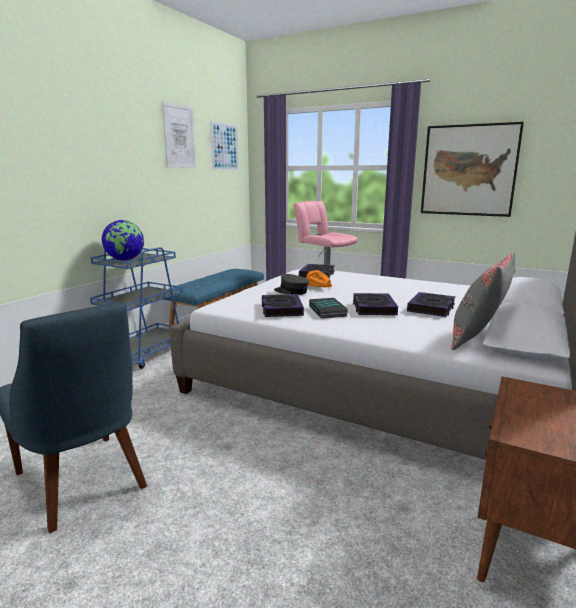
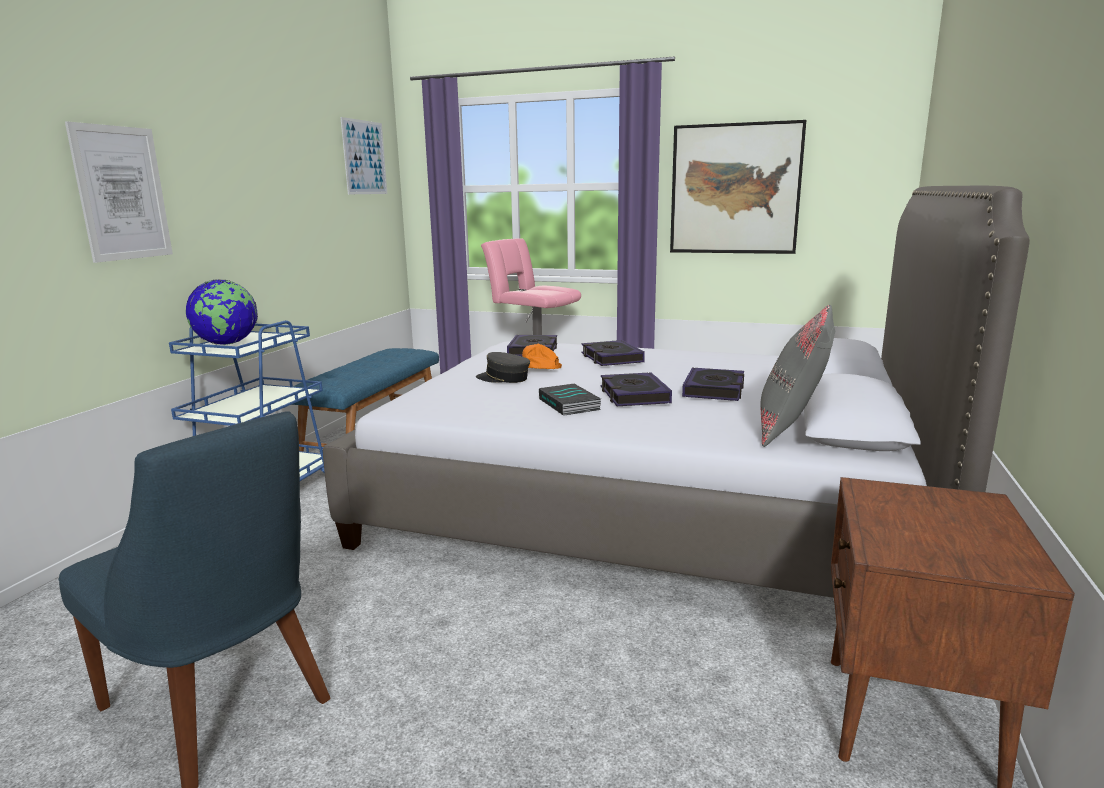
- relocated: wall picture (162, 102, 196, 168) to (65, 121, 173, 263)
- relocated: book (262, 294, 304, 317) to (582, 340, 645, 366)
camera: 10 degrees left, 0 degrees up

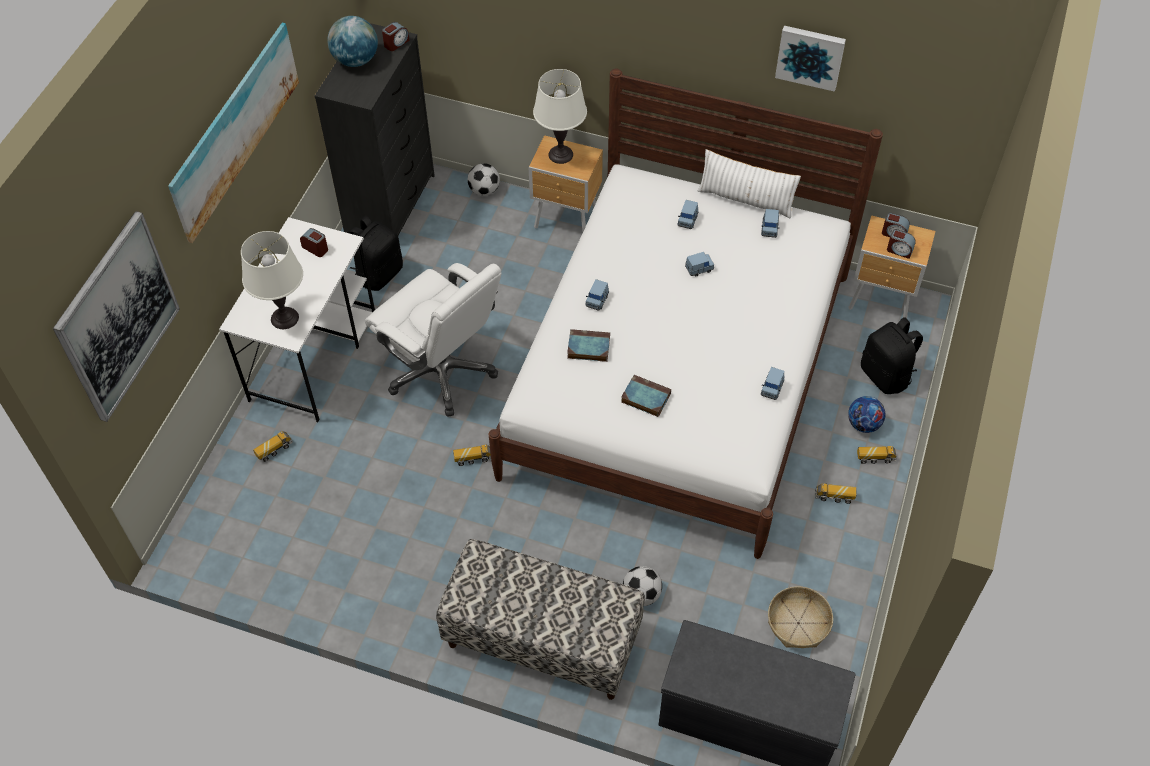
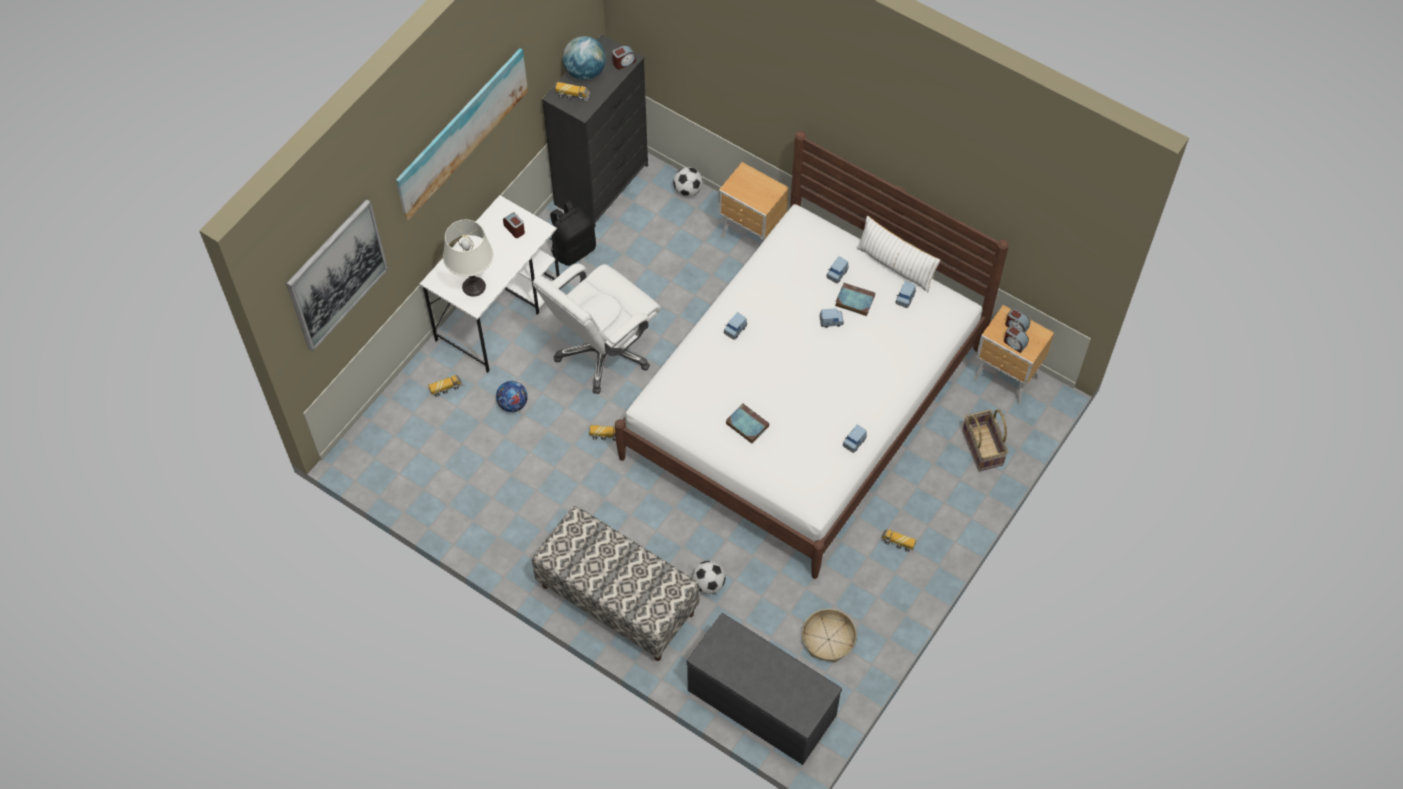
- relocated: ball for football (848, 396, 886, 433) to (496, 381, 528, 412)
- spun: office chair (whitish) (365, 263, 501, 417) = (533, 263, 661, 394) 75 degrees clockwise
- relocated: model truck (857, 446, 897, 464) to (555, 82, 590, 102)
- relocated: book (567, 329, 610, 362) to (835, 283, 875, 316)
- exchanged: knapsack (blackish) (861, 317, 923, 394) to household basket (962, 409, 1008, 472)
- missing: table lamp (whitish) (533, 69, 587, 164)
- missing: wall picture (775, 26, 846, 92)
camera: 15 degrees right, 5 degrees up

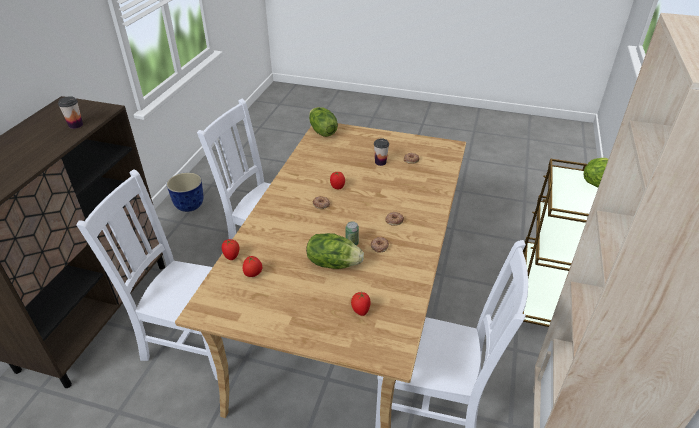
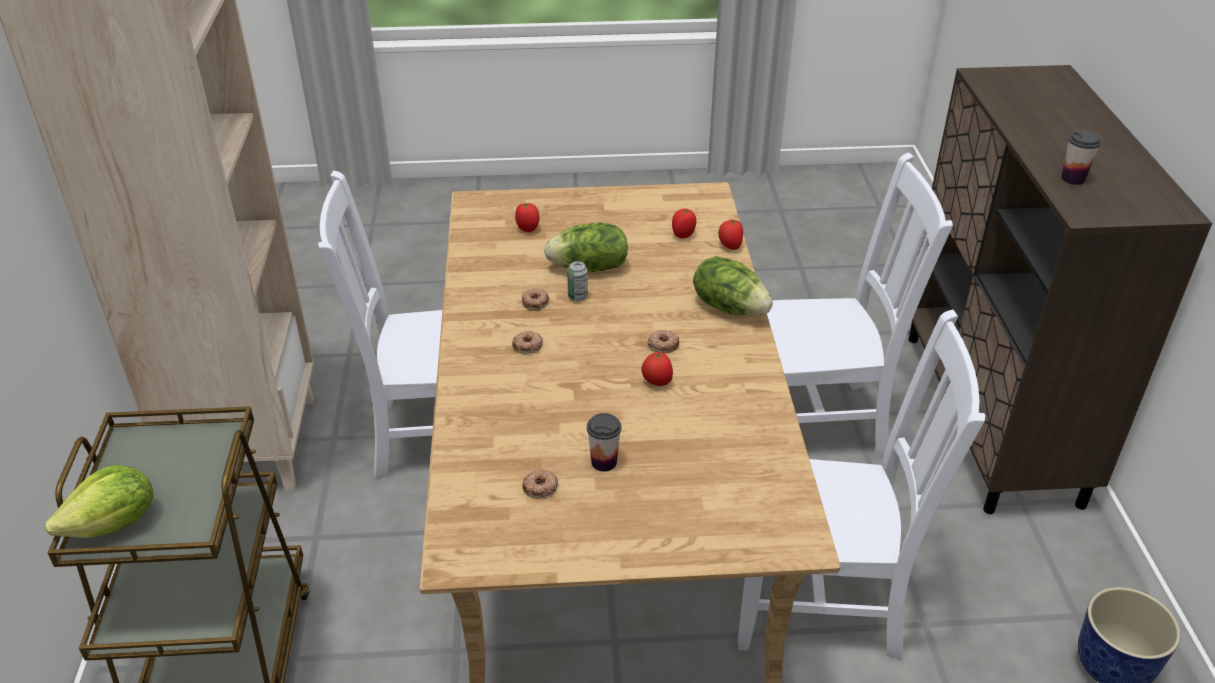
- relocated: lettuce (309, 107, 338, 137) to (693, 256, 773, 316)
camera: 160 degrees right, 0 degrees up

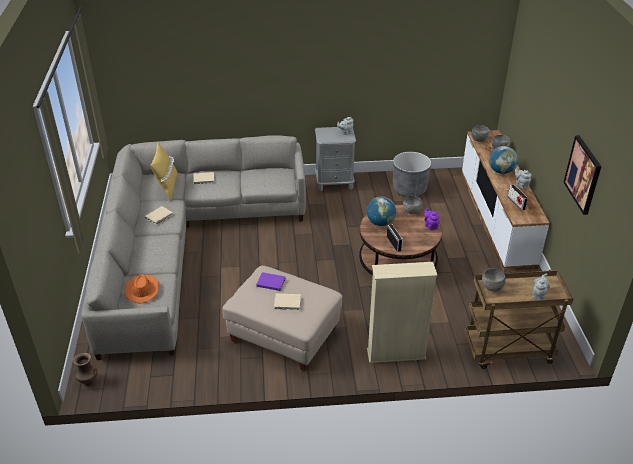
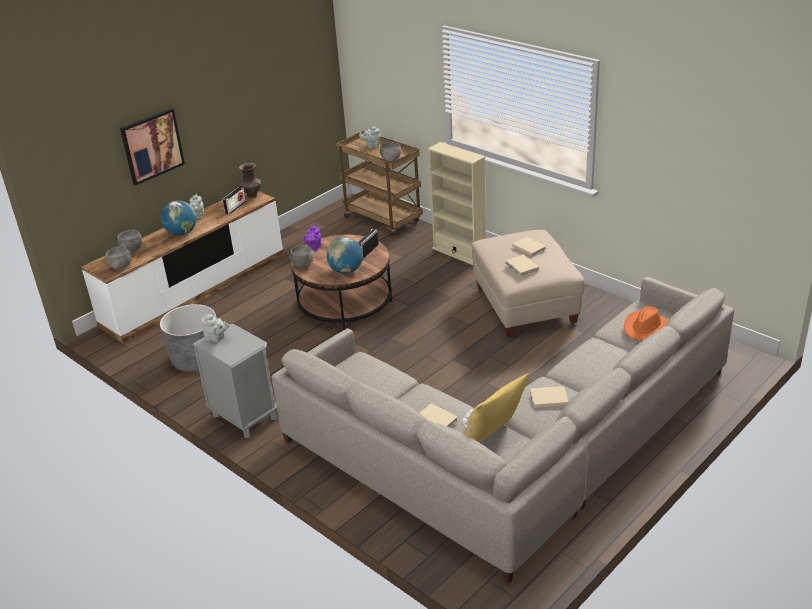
- relocated: wall picture (563, 135, 601, 215) to (120, 108, 185, 185)
- relocated: flower vase (brownish) (73, 353, 97, 386) to (239, 163, 261, 198)
- colour: book (purple-coloured) (256, 272, 286, 291) to book (beige) (506, 255, 539, 276)
camera: 130 degrees left, 5 degrees down

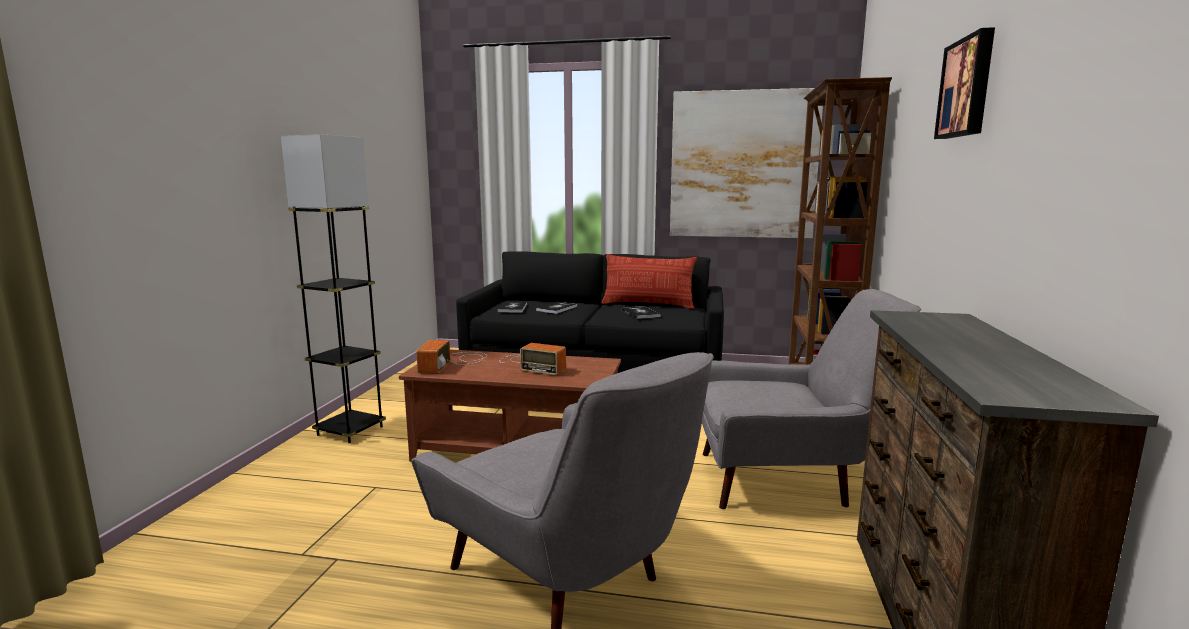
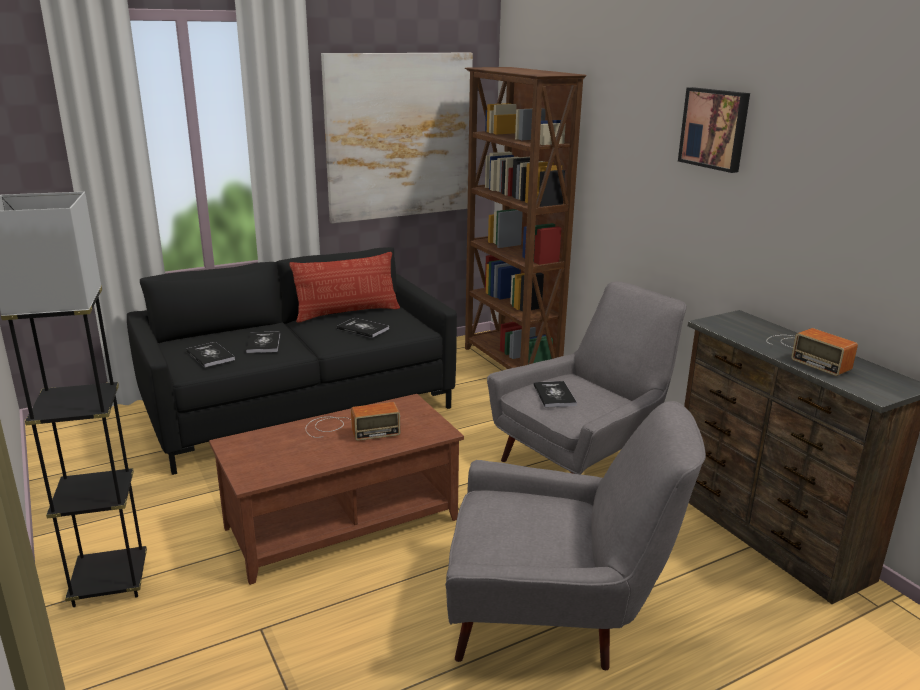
- appeared: book (533, 381, 577, 408)
- relocated: radio receiver (416, 340, 487, 374) to (766, 328, 858, 376)
camera: 40 degrees left, 10 degrees up

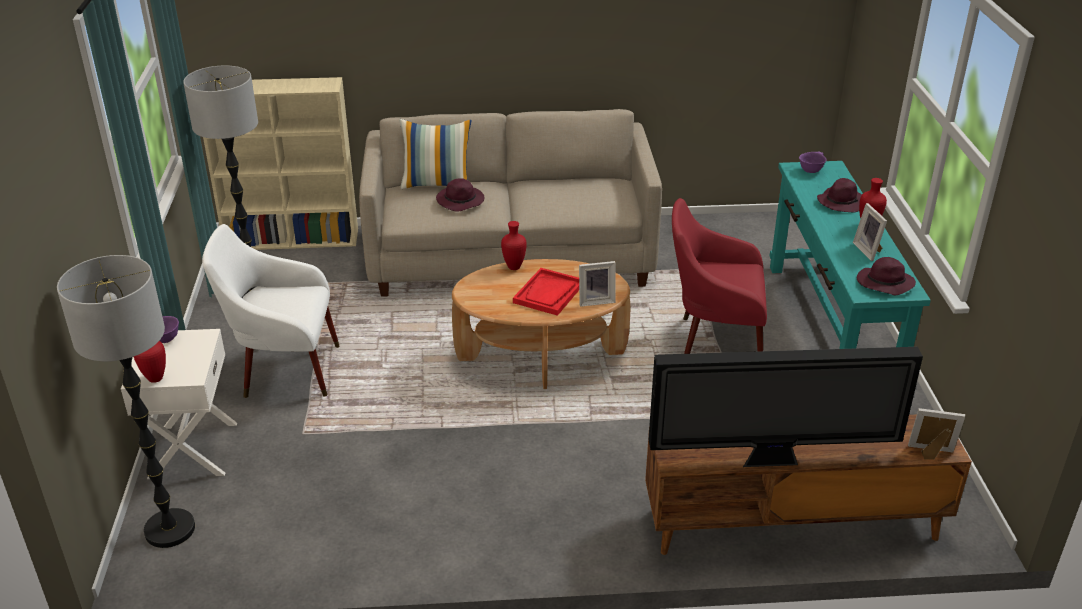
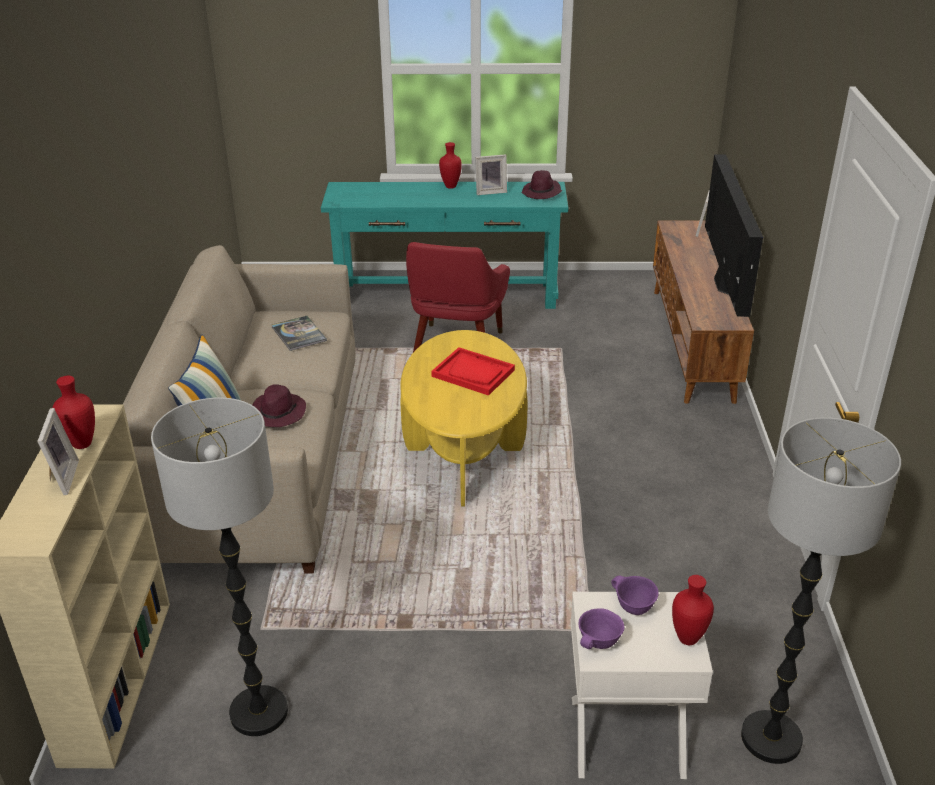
- relocated: picture frame (579, 261, 615, 307) to (37, 408, 79, 495)
- relocated: flower vase (red-coloured) (501, 221, 527, 270) to (53, 376, 95, 449)
- appeared: book (272, 316, 327, 351)
- colour: lounge table (brownish) (452, 259, 630, 389) to lounge table (yellow-coloured) (400, 330, 527, 506)
- relocated: serving bowl (purple-coloured) (799, 151, 826, 173) to (611, 575, 658, 615)
- missing: lounge chair (whitish) (202, 224, 340, 398)
- missing: clothing hat (purple-coloured) (817, 178, 862, 212)
camera: 85 degrees left, 0 degrees up

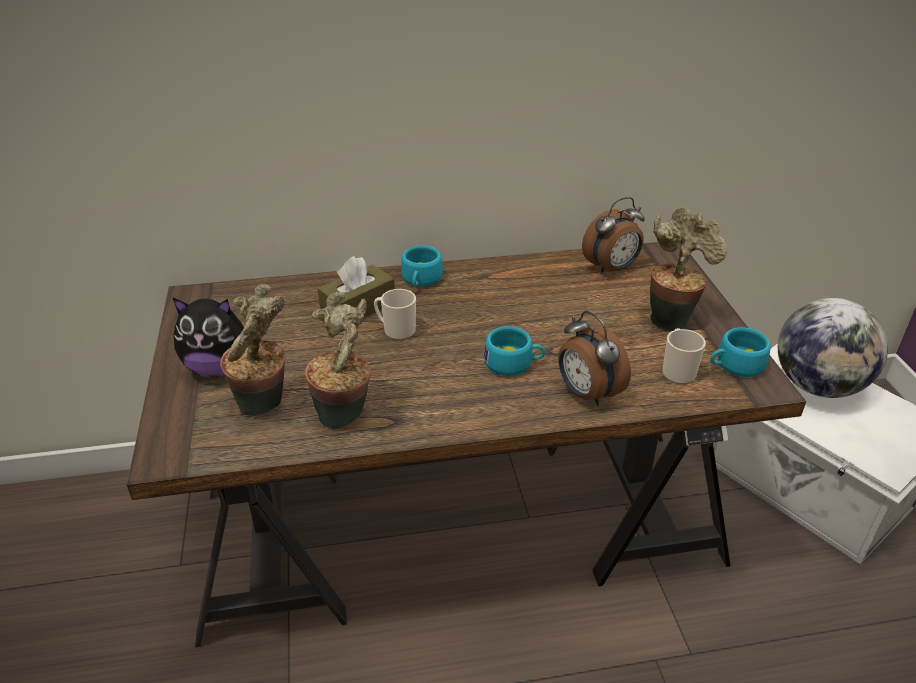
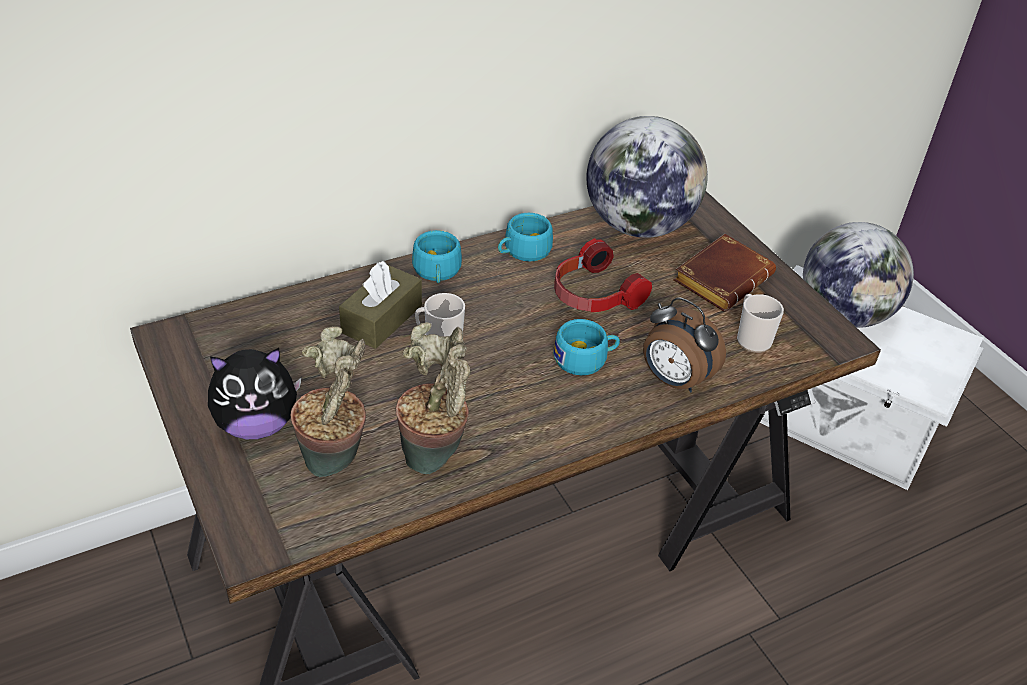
- relocated: cup (turquoise) (710, 327, 771, 377) to (498, 213, 553, 261)
- appeared: headphones (554, 238, 652, 312)
- exchanged: alarm clock (582, 197, 645, 274) to world globe (586, 116, 708, 238)
- exchanged: potted plant (650, 207, 727, 332) to book (brownish) (673, 234, 776, 312)
camera: 20 degrees left, 5 degrees up

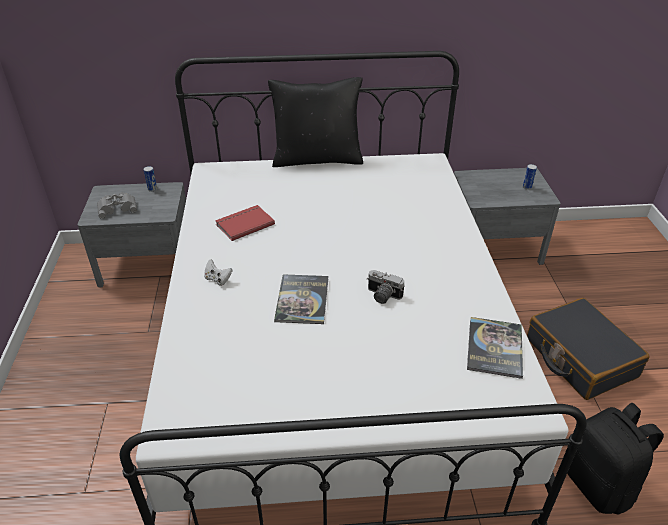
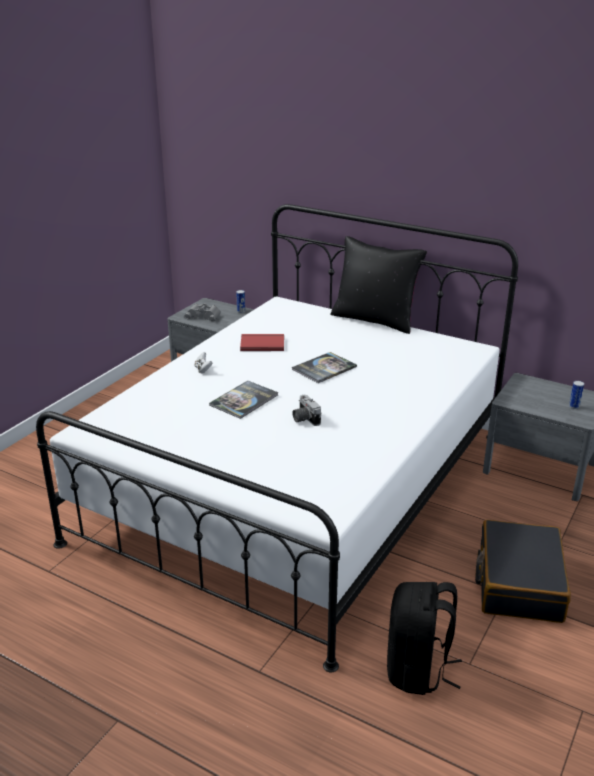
- relocated: book (467, 317, 523, 379) to (292, 352, 357, 383)
camera: 35 degrees right, 10 degrees down

